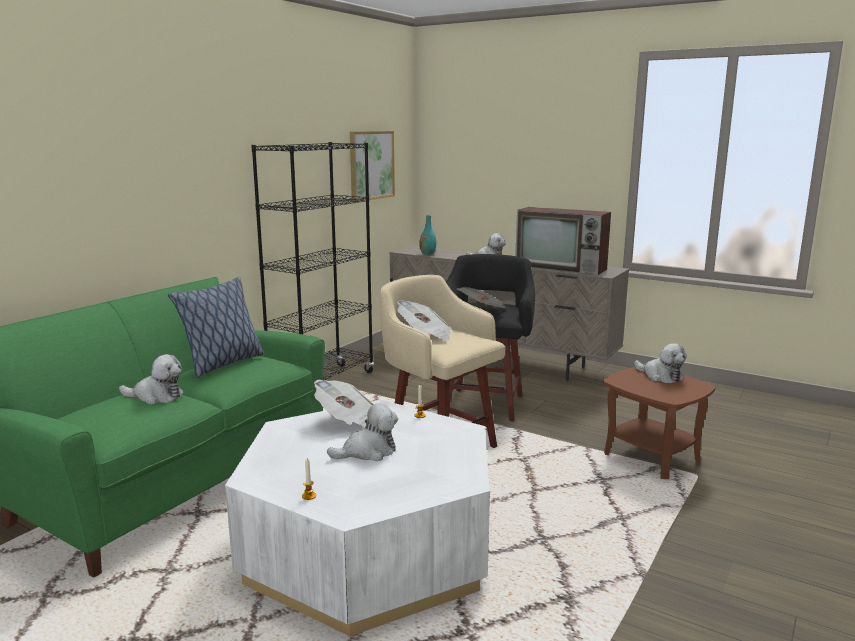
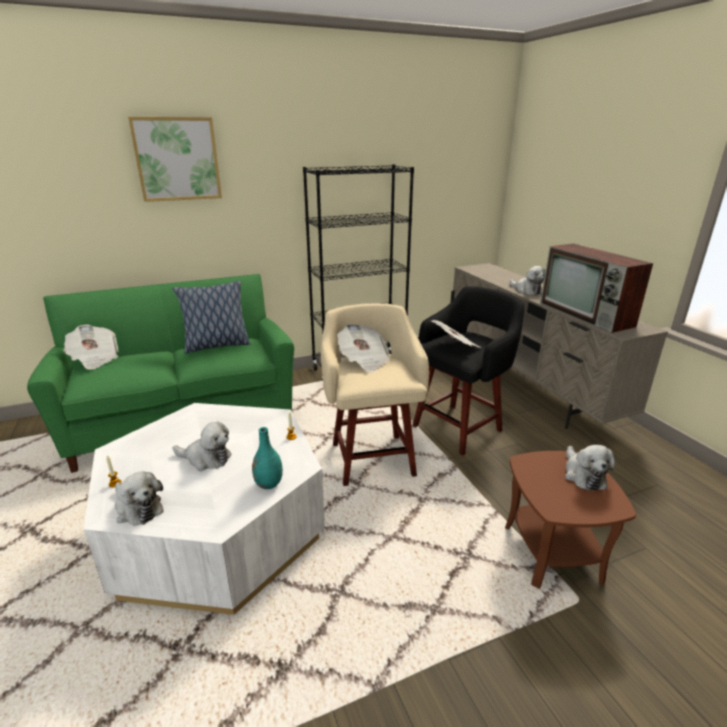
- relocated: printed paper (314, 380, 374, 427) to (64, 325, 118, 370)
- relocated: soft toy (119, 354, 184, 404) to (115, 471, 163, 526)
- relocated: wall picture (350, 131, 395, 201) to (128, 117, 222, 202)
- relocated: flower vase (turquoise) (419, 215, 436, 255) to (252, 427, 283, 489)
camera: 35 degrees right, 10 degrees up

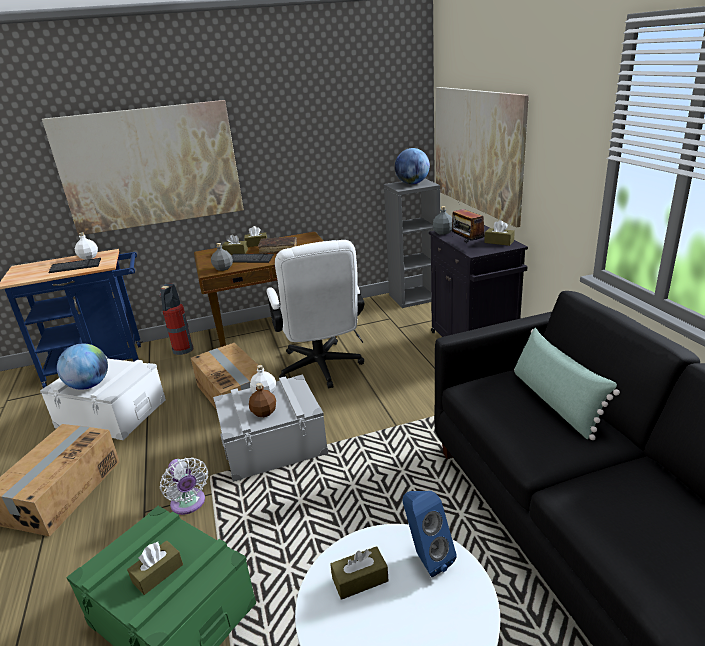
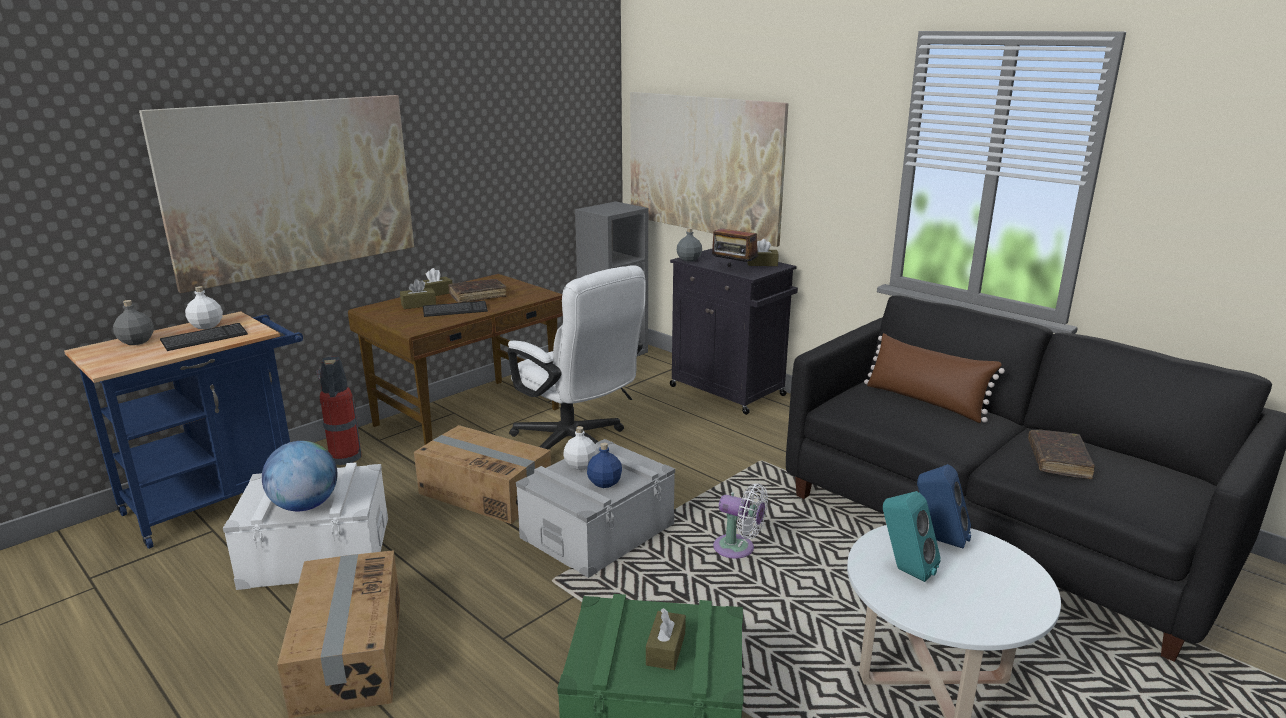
- relocated: beverage bottle (grey) (211, 243, 233, 271) to (113, 300, 154, 345)
- colour: beverage bottle (brownish) (249, 383, 276, 417) to beverage bottle (blue) (587, 442, 622, 488)
- relocated: cooling fan (whitish) (160, 457, 208, 515) to (713, 483, 768, 559)
- colour: throw pillow (greenish) (514, 328, 620, 440) to throw pillow (brownish) (864, 333, 1005, 423)
- exchanged: box of tissues (brownish) (330, 546, 389, 600) to loudspeaker (turquoise) (883, 491, 941, 582)
- appeared: book (brownish) (1028, 430, 1095, 479)
- missing: world globe (395, 148, 430, 184)
camera: 30 degrees left, 5 degrees down

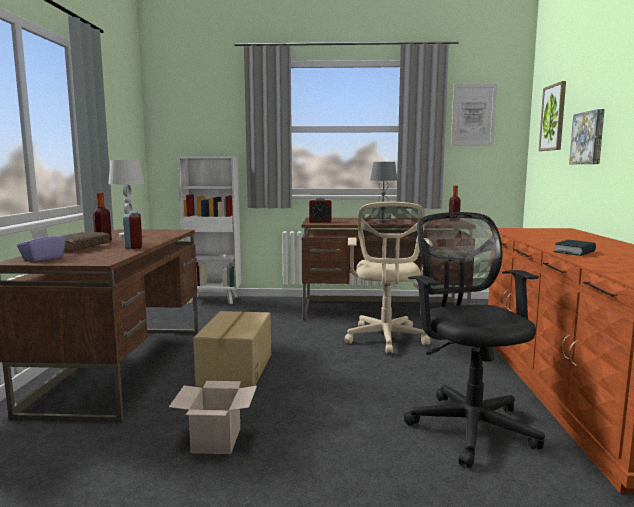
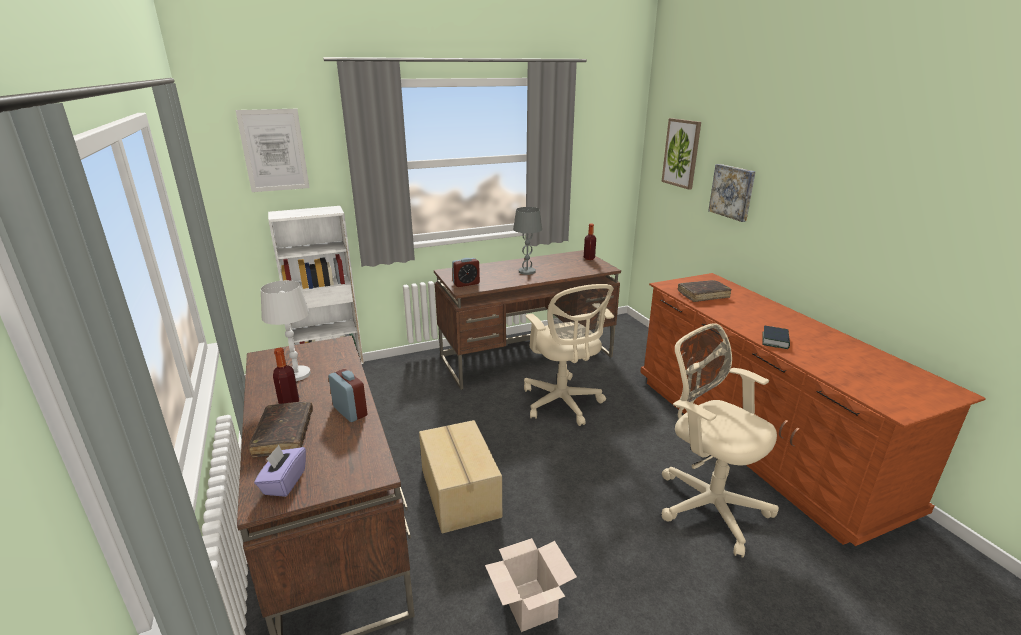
- relocated: wall picture (451, 84, 497, 145) to (236, 109, 310, 192)
- colour: office chair (blackish) (404, 212, 545, 468) to office chair (beige) (661, 323, 779, 558)
- appeared: book (brownish) (678, 280, 732, 302)
camera: 25 degrees left, 15 degrees up

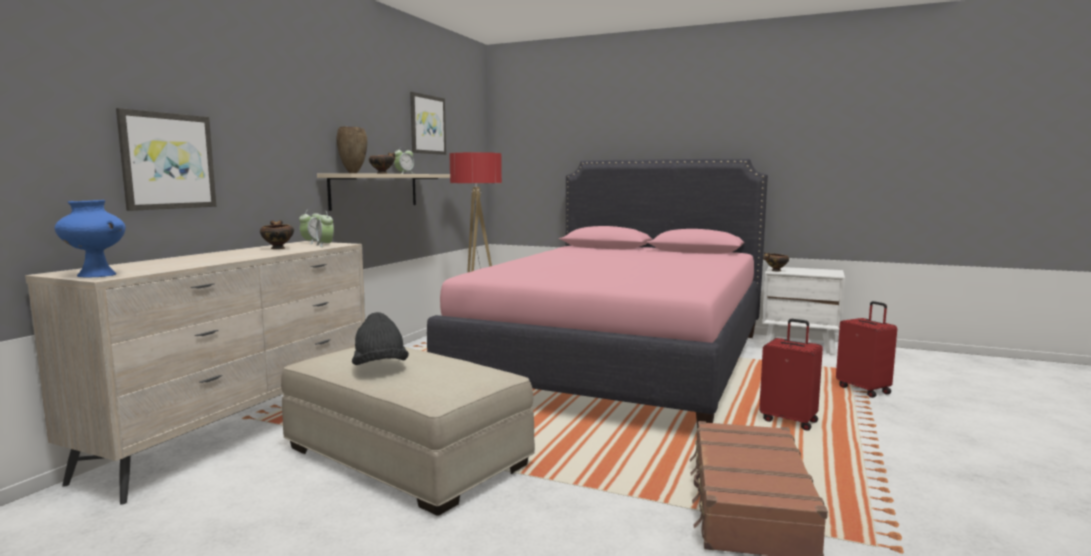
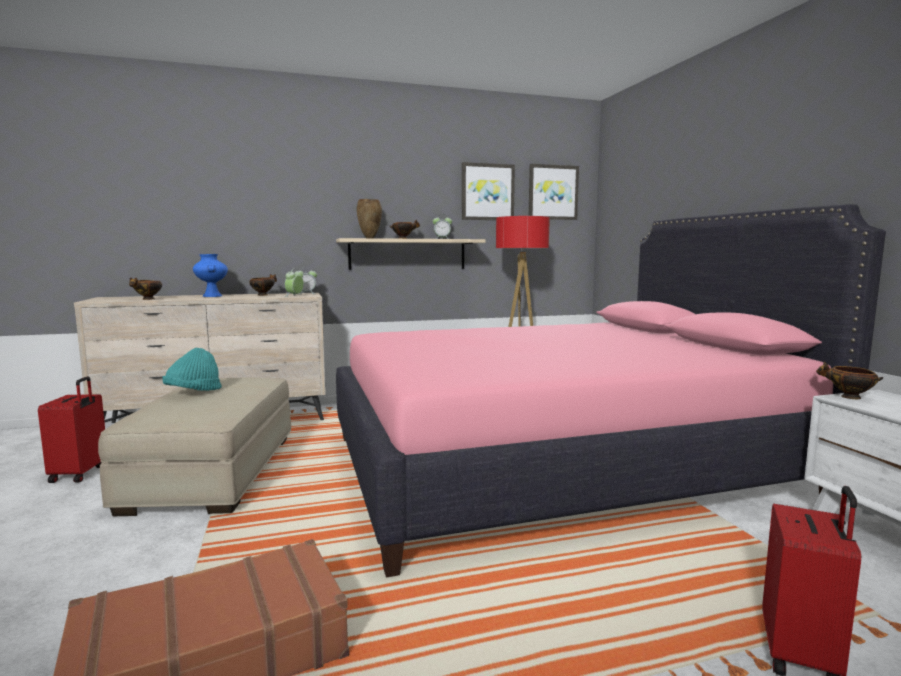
- relocated: travel case (red-coloured) (759, 319, 823, 431) to (38, 377, 105, 483)
- appeared: serving bowl (129, 278, 162, 300)
- colour: clothing hat (blackish) (352, 312, 409, 365) to clothing hat (turquoise) (163, 348, 222, 391)
- relocated: flower vase (blue) (54, 200, 126, 277) to (193, 254, 228, 297)
- relocated: wall picture (116, 108, 216, 211) to (529, 164, 579, 220)
camera: 50 degrees right, 0 degrees up

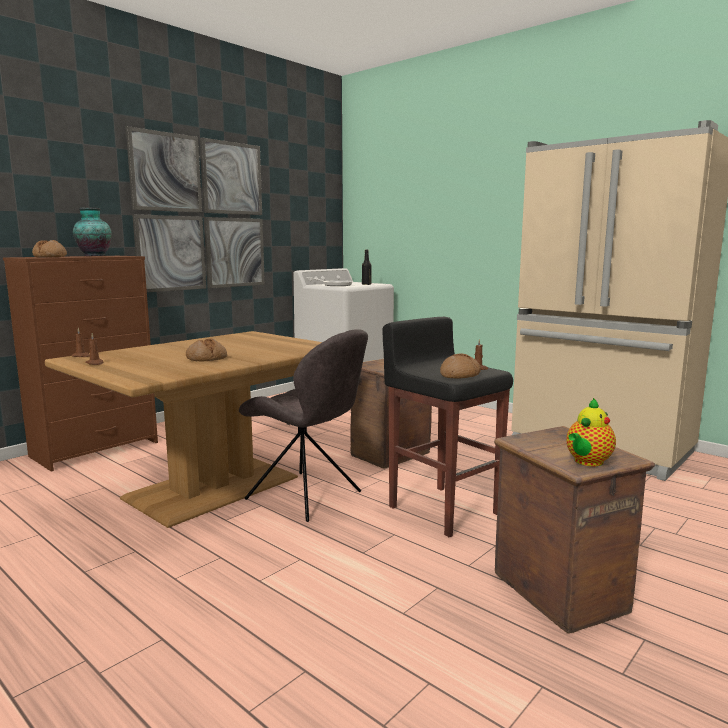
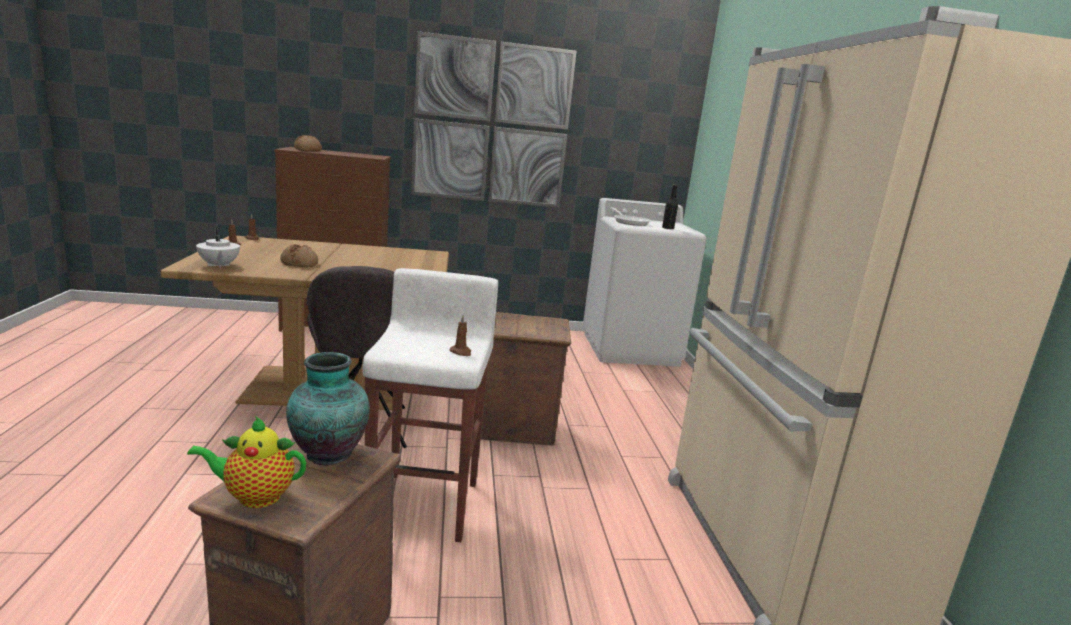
- appeared: teapot (whitish) (196, 228, 240, 268)
- relocated: flower vase (73, 207, 112, 256) to (286, 352, 370, 466)
- colour: stool seat (blackish) (383, 317, 513, 537) to stool seat (whitish) (362, 268, 498, 542)
- missing: bread (440, 353, 481, 379)
camera: 40 degrees right, 5 degrees up

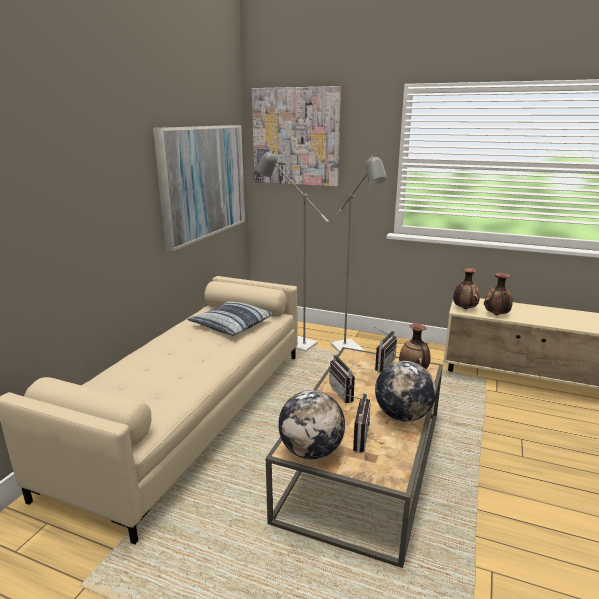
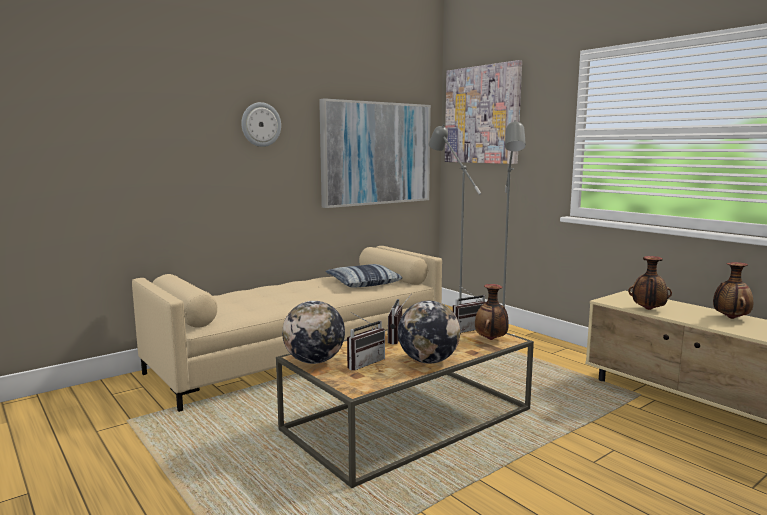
- appeared: wall clock (241, 102, 281, 147)
- relocated: flower vase (453, 268, 480, 309) to (713, 262, 753, 319)
camera: 30 degrees right, 10 degrees down

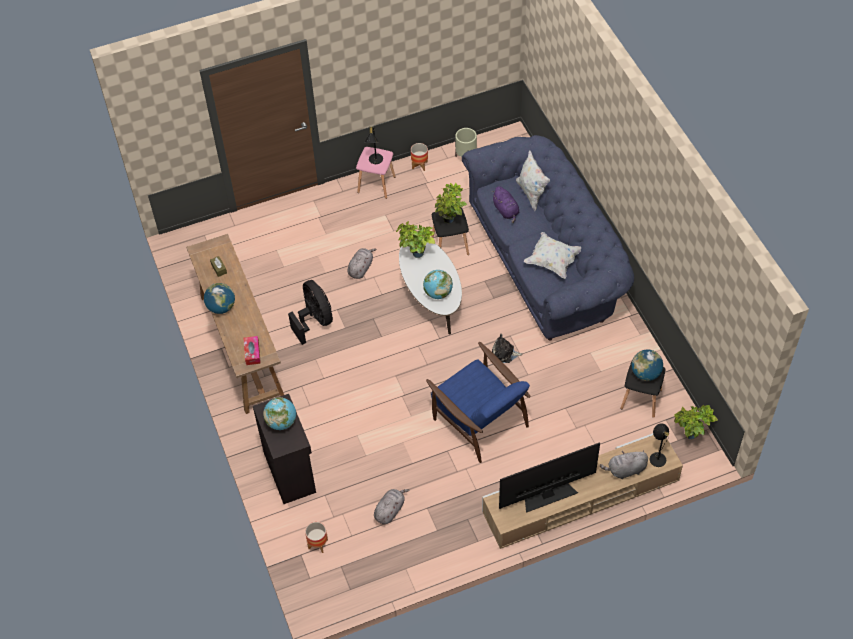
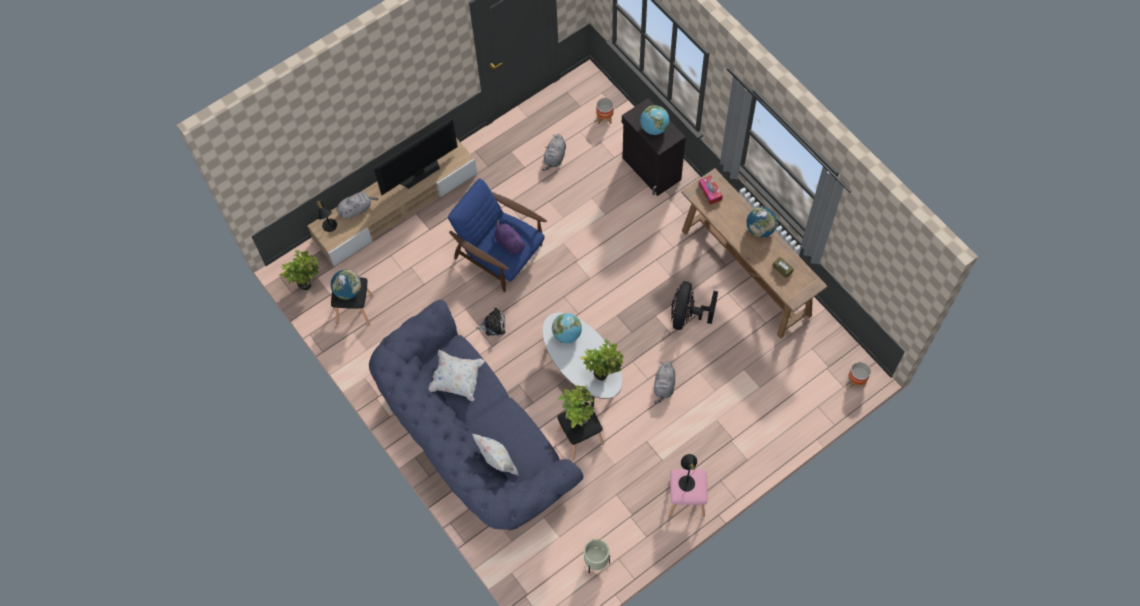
- relocated: soft toy (purple-coloured) (492, 186, 519, 223) to (494, 220, 527, 254)
- spun: cooling fan (blackish) (288, 280, 333, 345) = (671, 281, 718, 330) 60 degrees clockwise
- relocated: flower pot (411, 143, 428, 171) to (848, 362, 871, 388)
camera: 165 degrees right, 10 degrees up

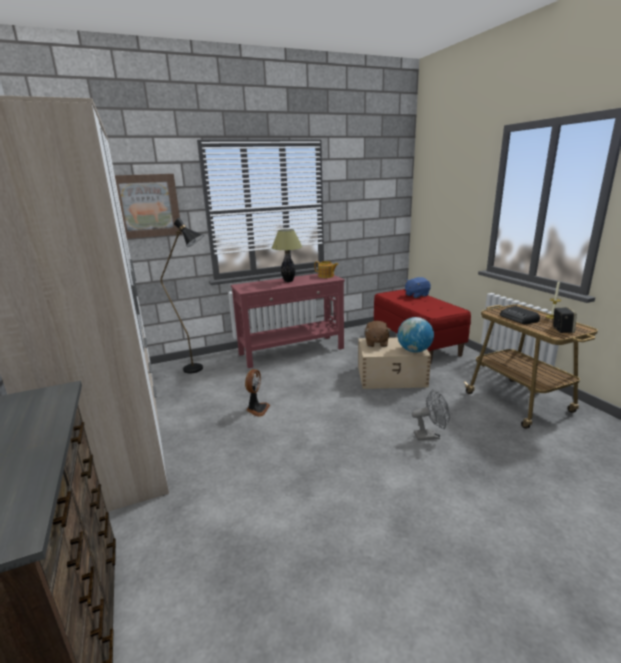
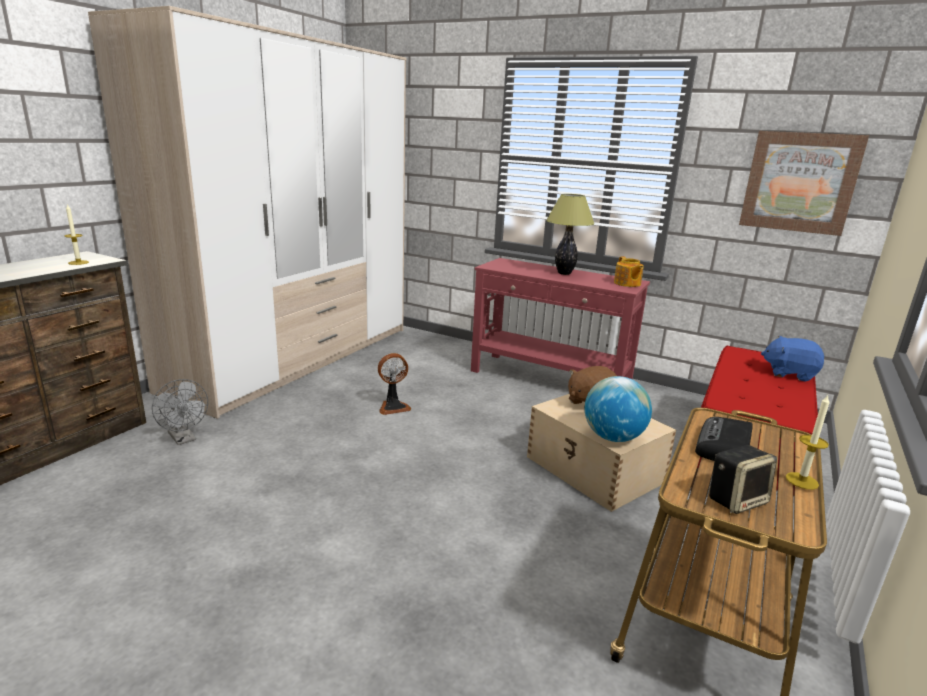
- appeared: wax candle (65, 204, 89, 265)
- relocated: cooling fan (grey) (412, 390, 450, 441) to (152, 379, 208, 445)
- relocated: wall picture (115, 174, 182, 239) to (739, 131, 869, 236)
- missing: standard lamp (blackish) (160, 218, 204, 374)
camera: 50 degrees right, 0 degrees up

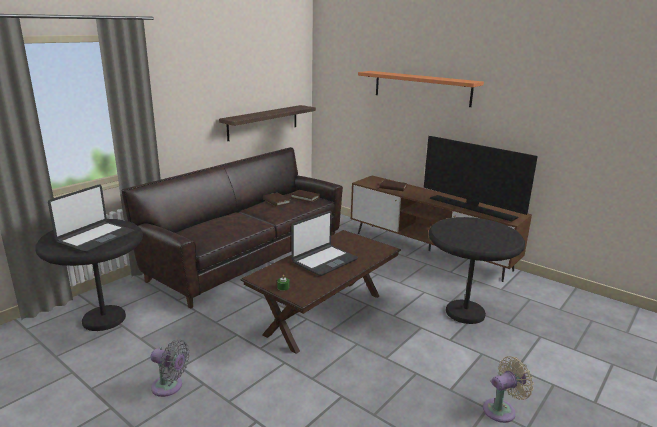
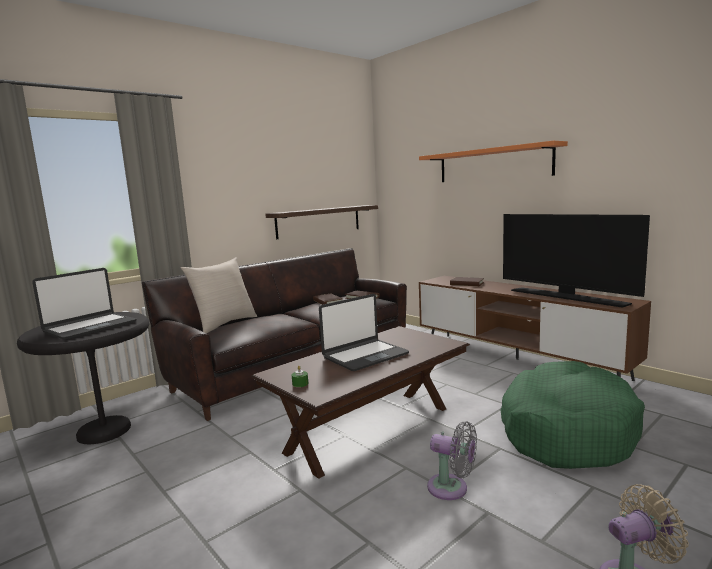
- appeared: throw pillow (beige) (181, 257, 257, 334)
- relocated: cooling fan (grey) (150, 340, 190, 397) to (427, 421, 477, 500)
- exchanged: side table (blackish) (429, 217, 525, 324) to dog bed (greenish) (500, 361, 645, 469)
camera: 10 degrees right, 10 degrees down

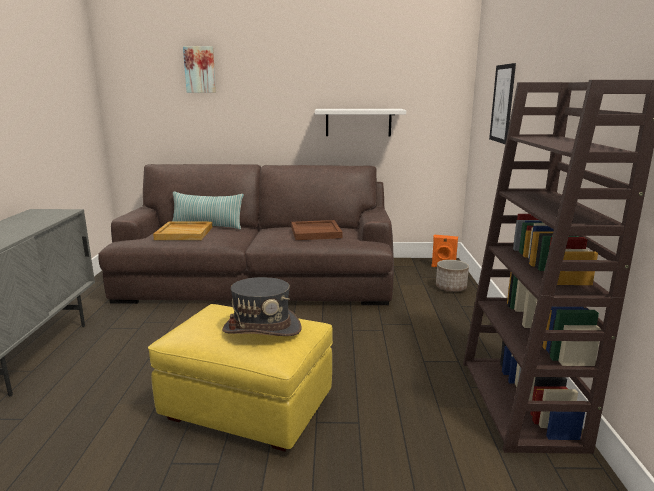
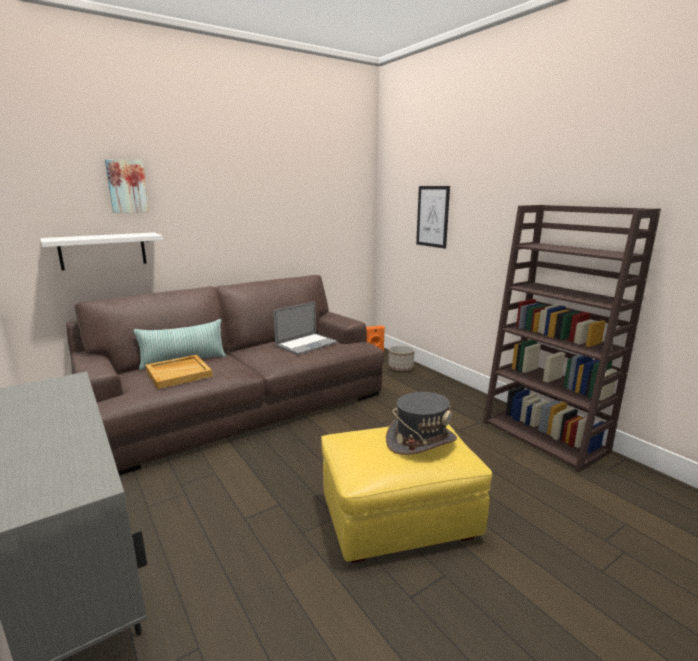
- relocated: wall shelf (whitish) (315, 109, 406, 136) to (40, 232, 163, 270)
- exchanged: tray (brownish) (291, 220, 343, 240) to portable computer (274, 301, 338, 355)
camera: 35 degrees left, 0 degrees up

